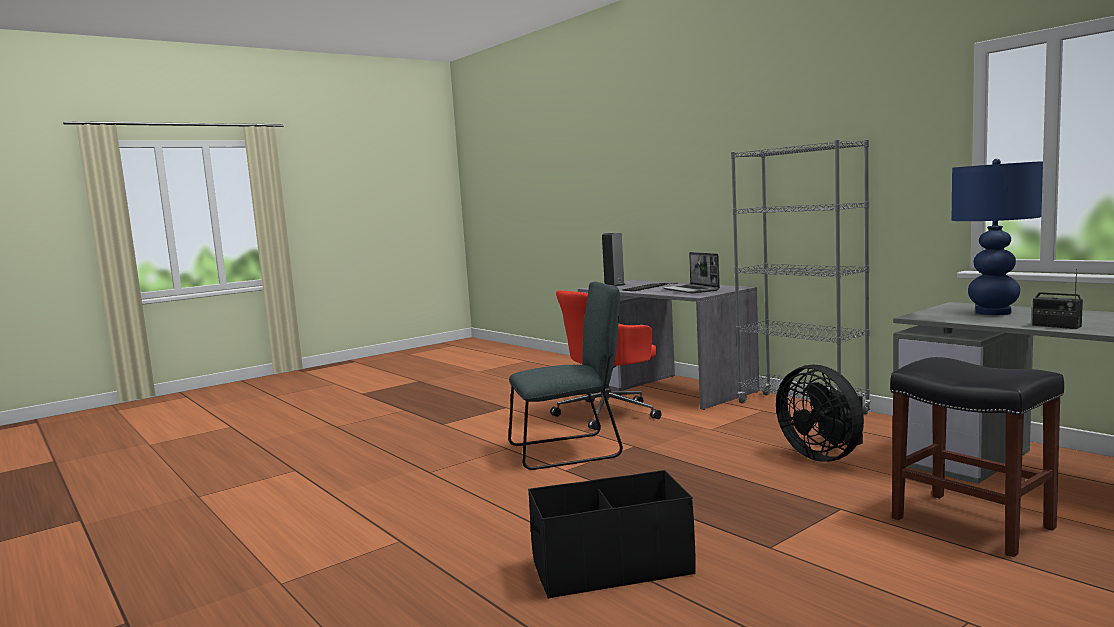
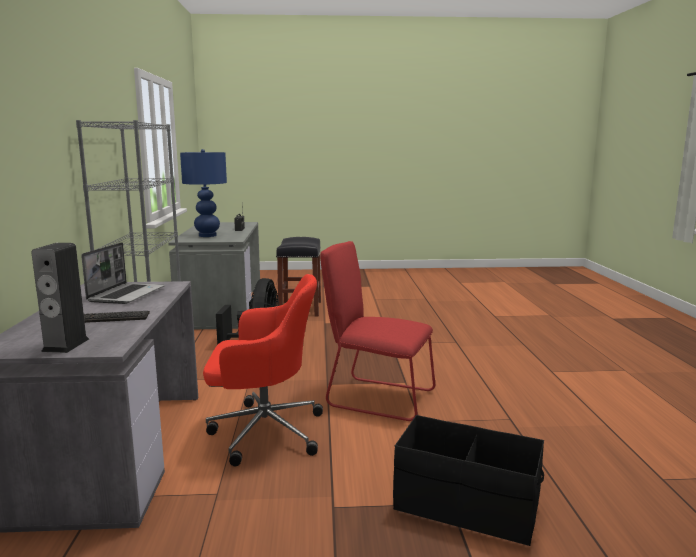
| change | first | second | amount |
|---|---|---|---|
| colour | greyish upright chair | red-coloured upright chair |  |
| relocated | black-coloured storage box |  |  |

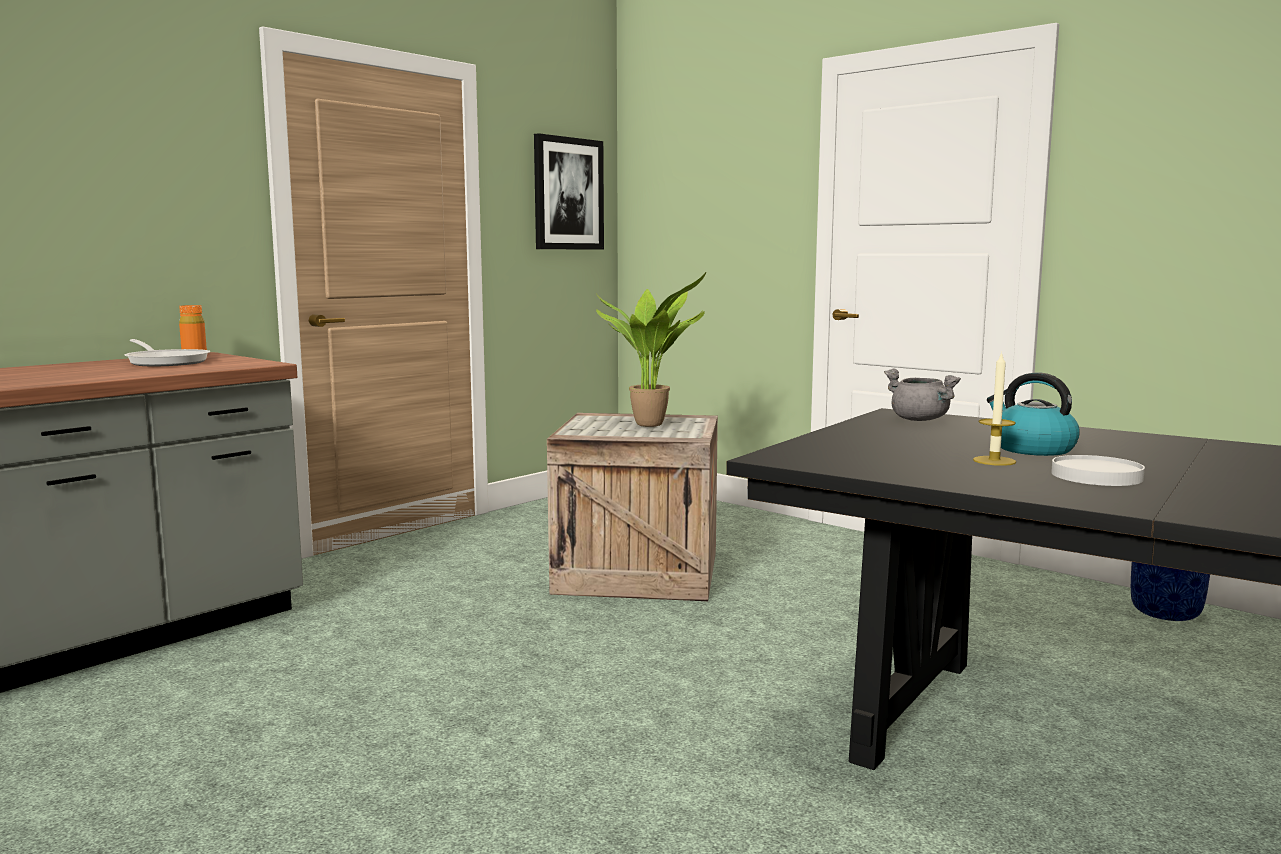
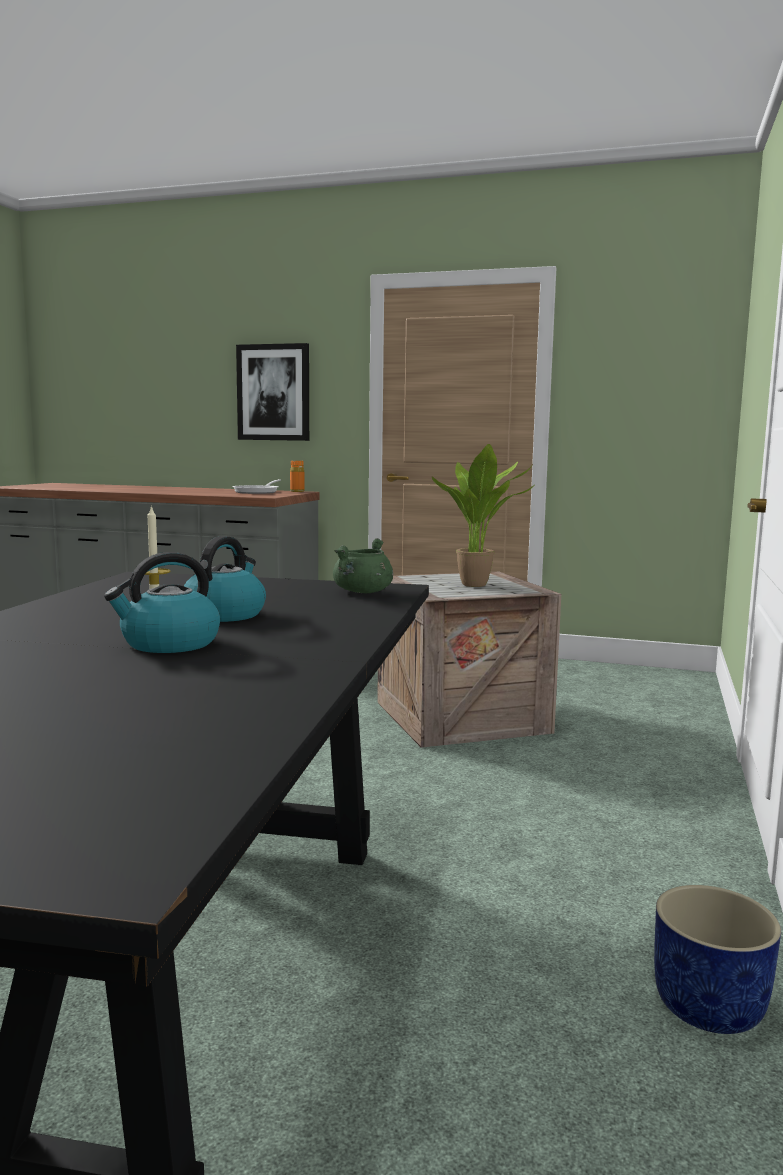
| change | first | second | amount |
|---|---|---|---|
| relocated | picture |  |  |
| colour | greyish cooking pot | greenish cooking pot |  |
| missing | white dinner plate |  |  |
| appeared |  | kettle (no. 1 from left) |  |

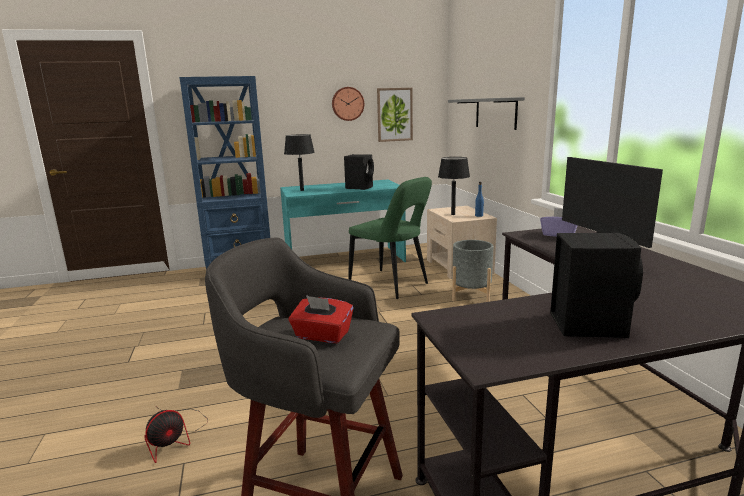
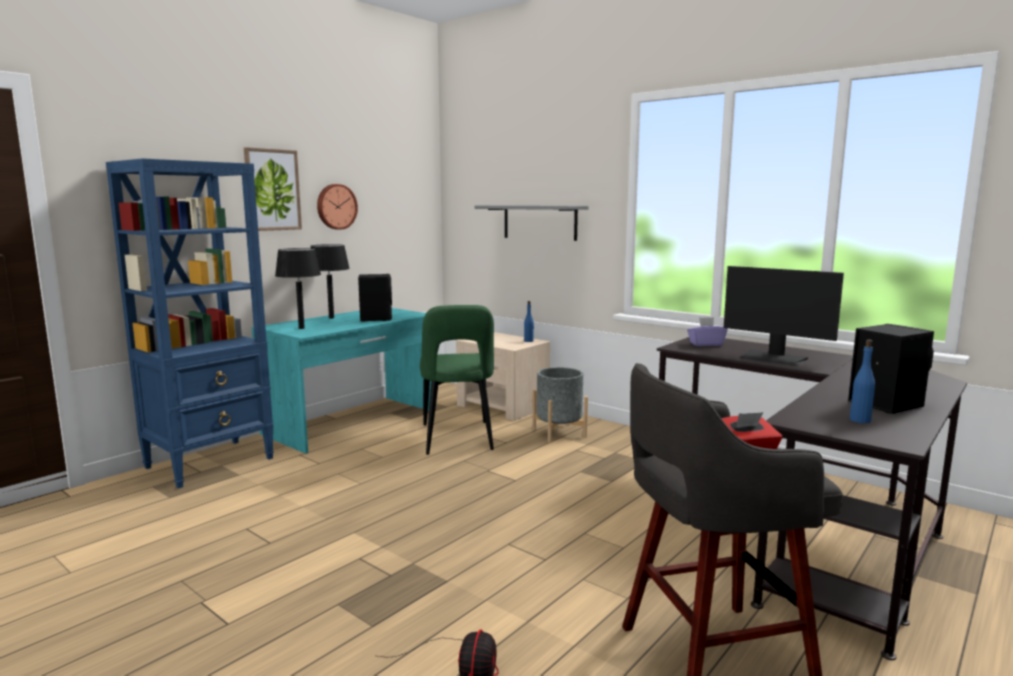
| change | first | second | amount |
|---|---|---|---|
| spun | greenish upright chair |  | 75 degrees clockwise |
| relocated | picture |  |  |
| relocated | black-coloured lamp for a table (no. 2 from left) |  |  |
| appeared |  | blue drink bottle (no. 2 from left) |  |

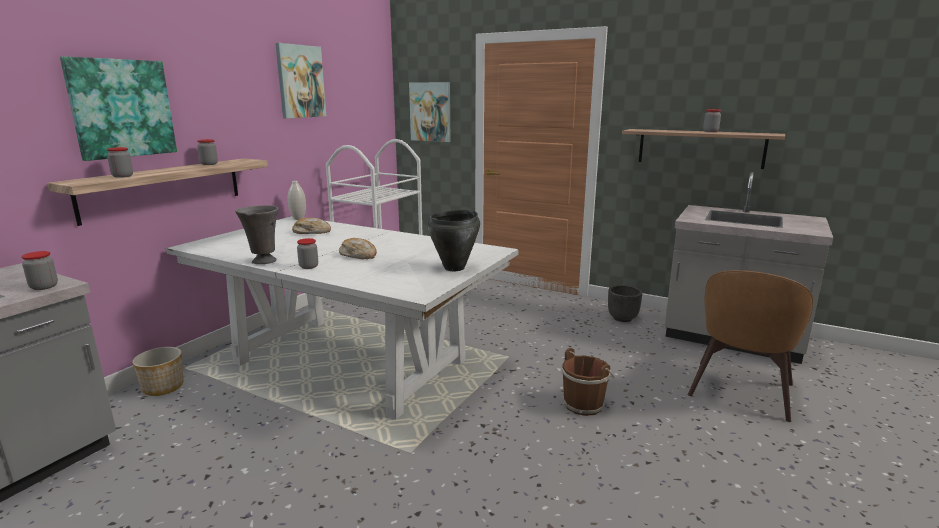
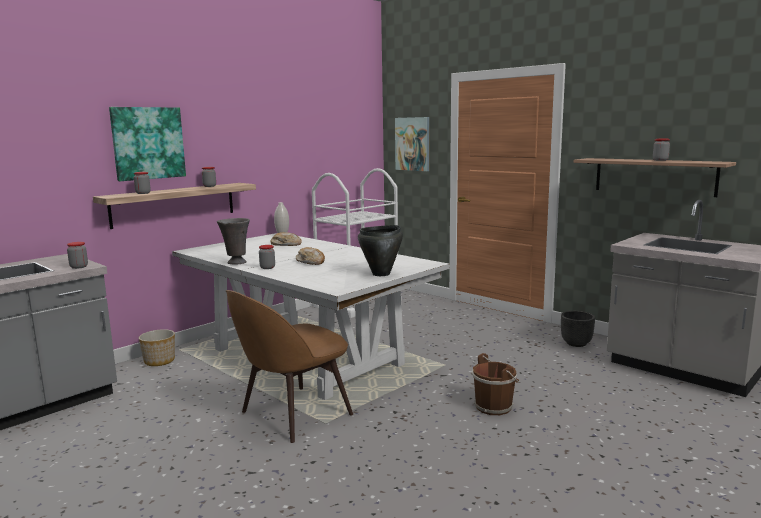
| change | first | second | amount |
|---|---|---|---|
| missing | picture (no. 2 from left) |  |  |
| relocated | brown-coloured upright chair |  |  |

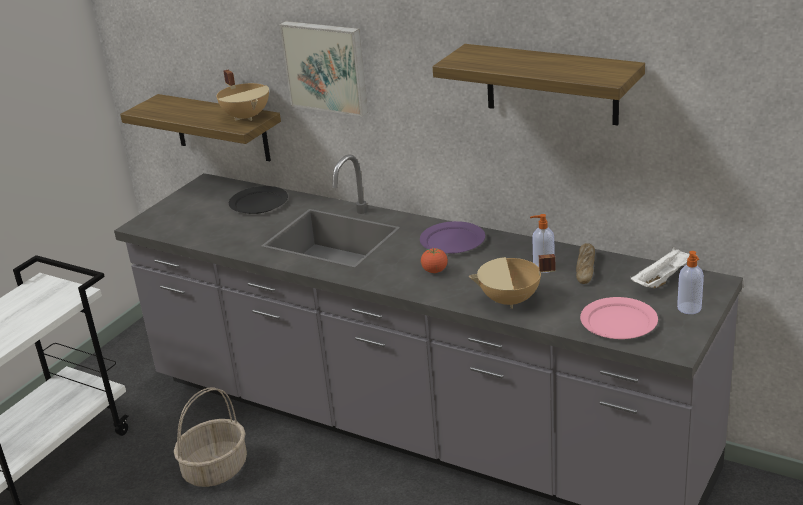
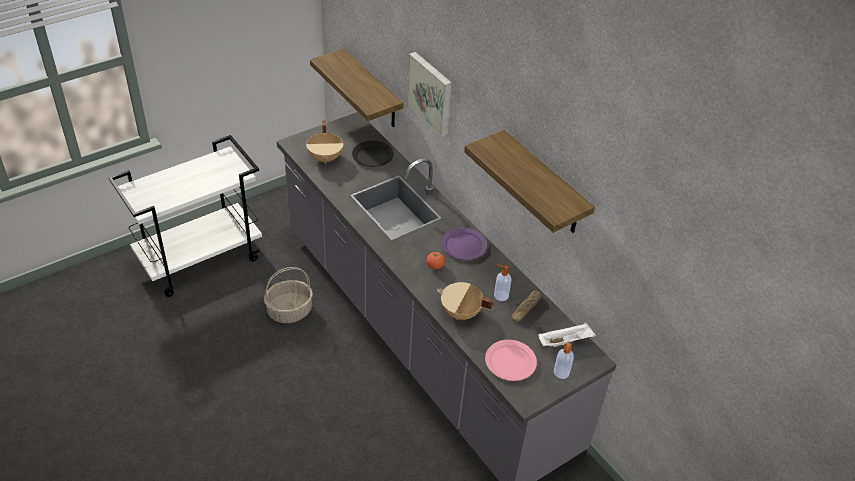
| change | first | second | amount |
|---|---|---|---|
| relocated | beige cooking pot (no. 1 from left) |  |  |

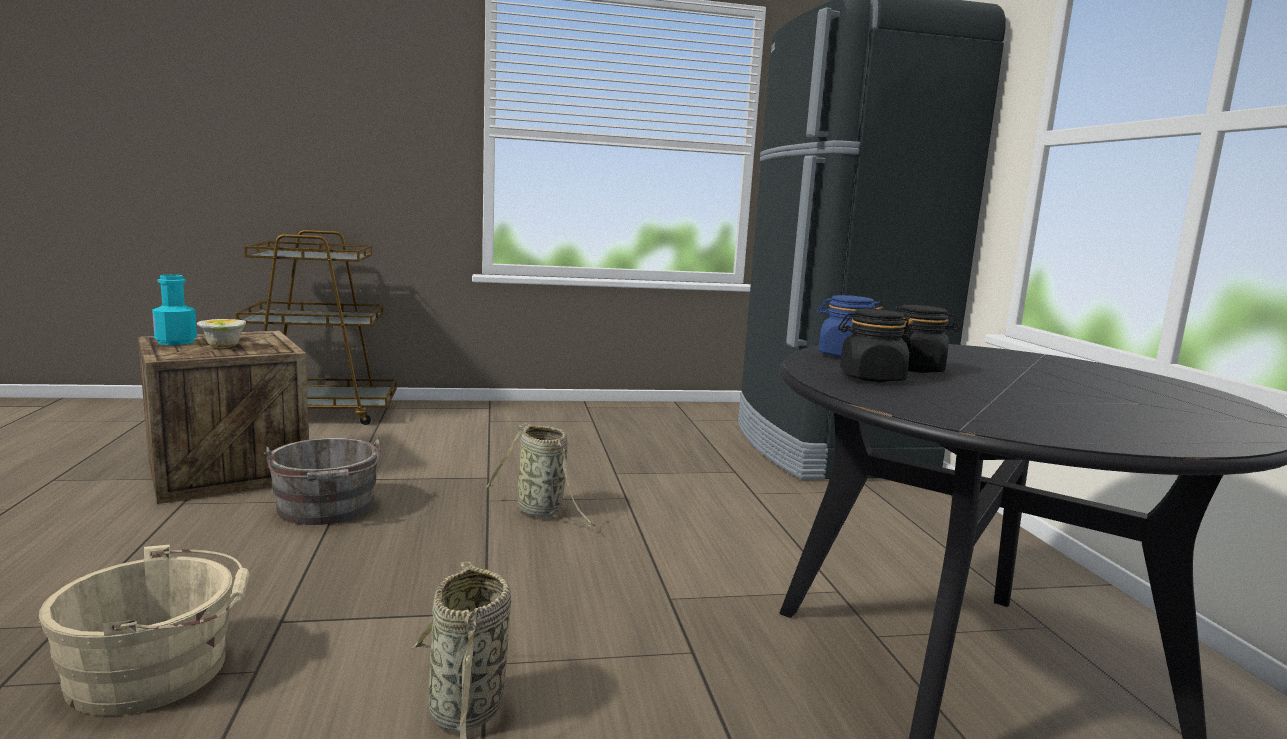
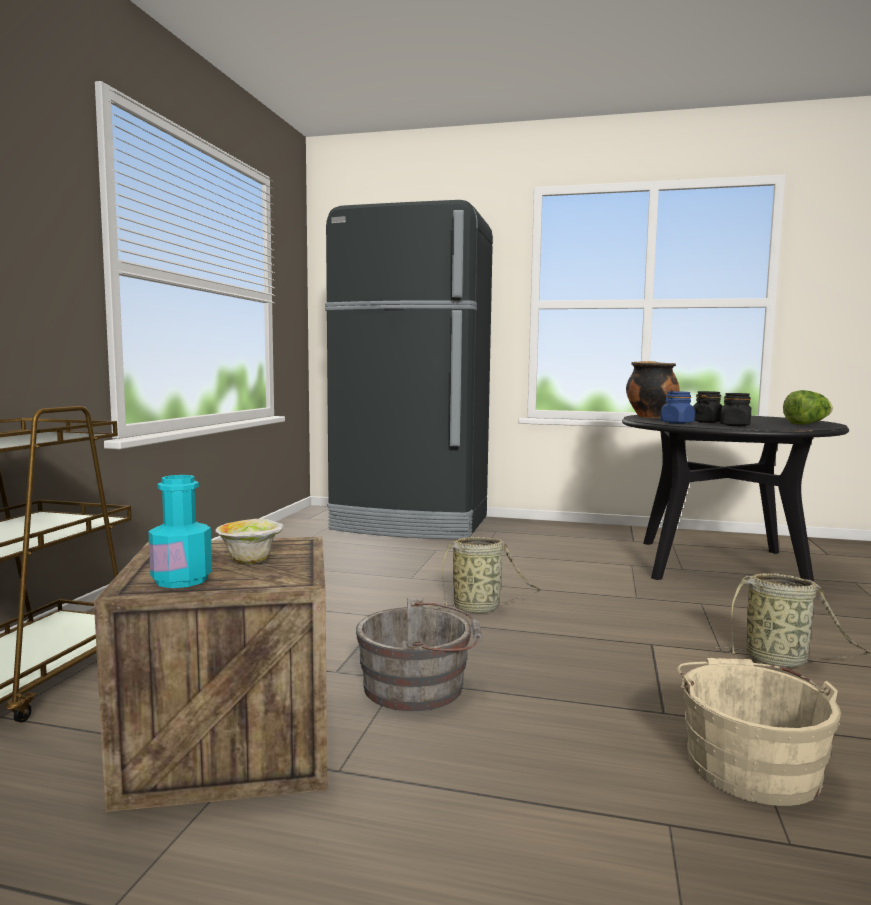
| change | first | second | amount |
|---|---|---|---|
| appeared |  | cooking pot |  |
| appeared |  | lettuce head |  |

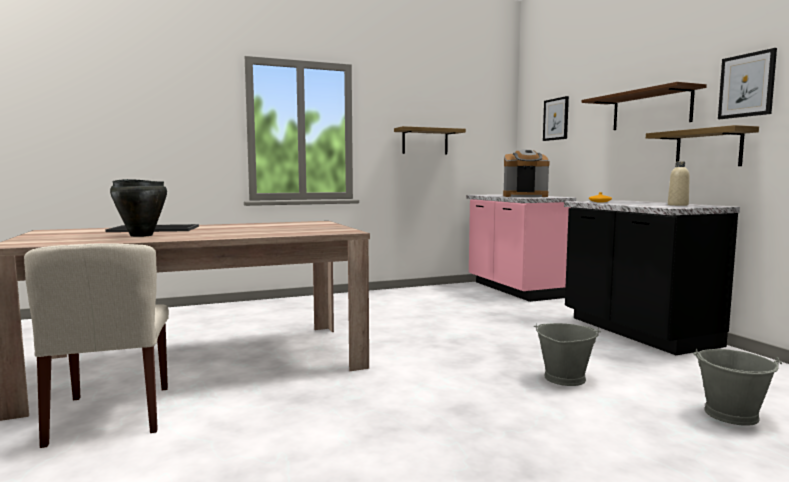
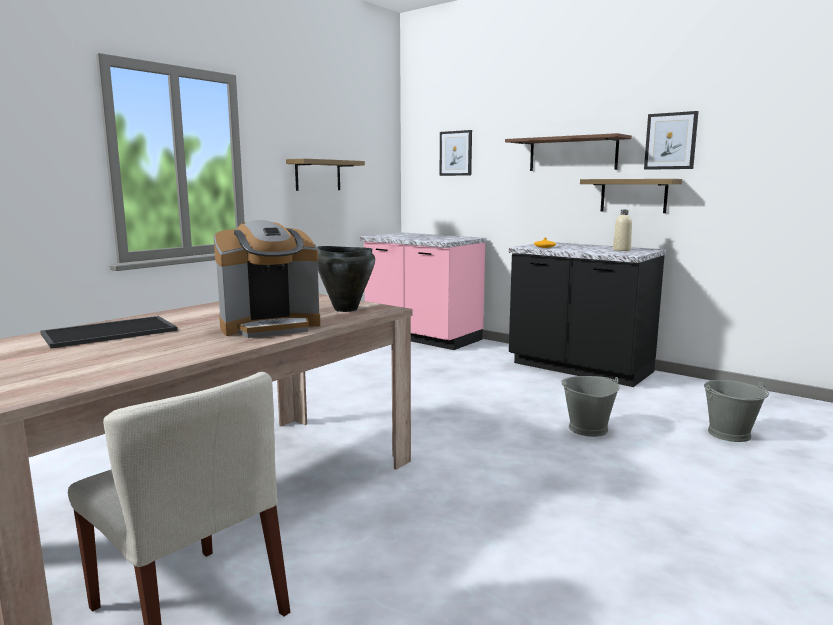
| change | first | second | amount |
|---|---|---|---|
| relocated | black-coloured cooking pot |  |  |
| relocated | coffee brewer |  |  |

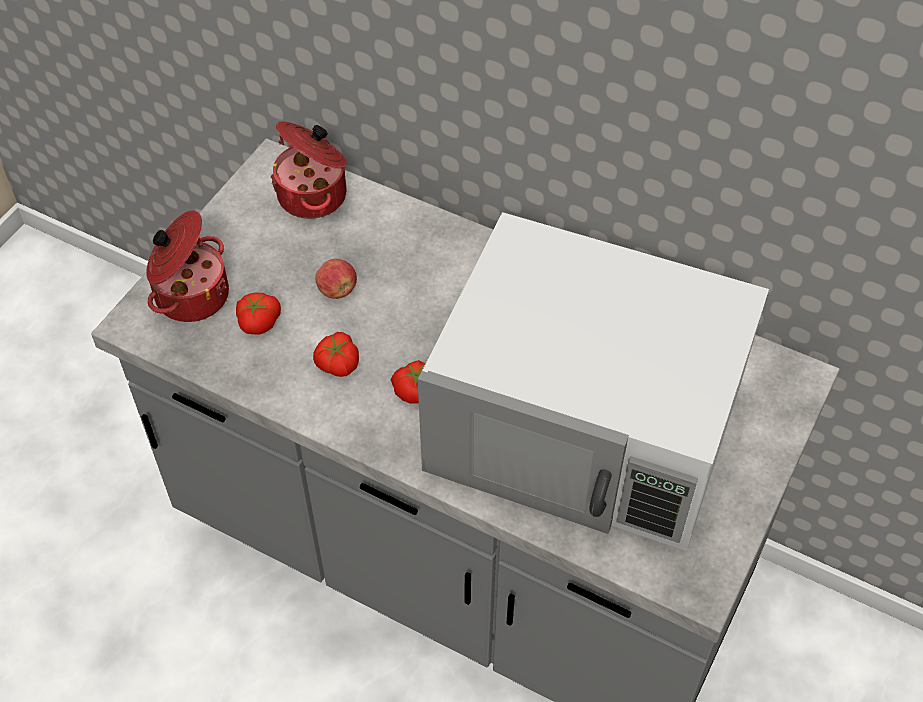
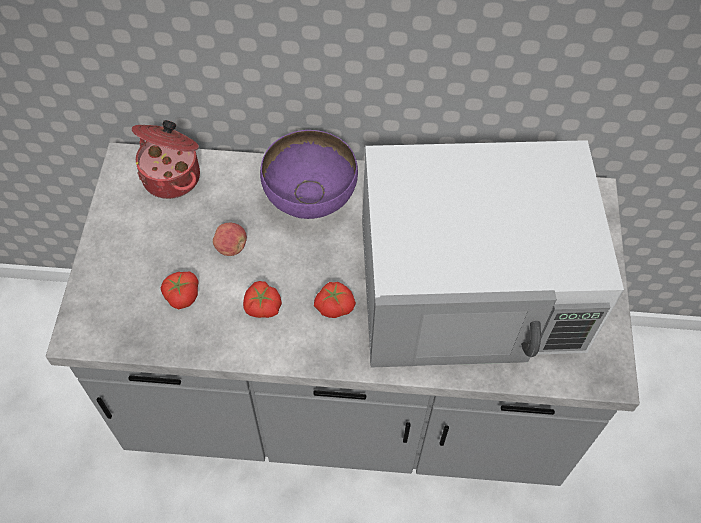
| change | first | second | amount |
|---|---|---|---|
| missing | cooking pot (no. 1 from left) |  |  |
| appeared |  | purplish serving bowl |  |

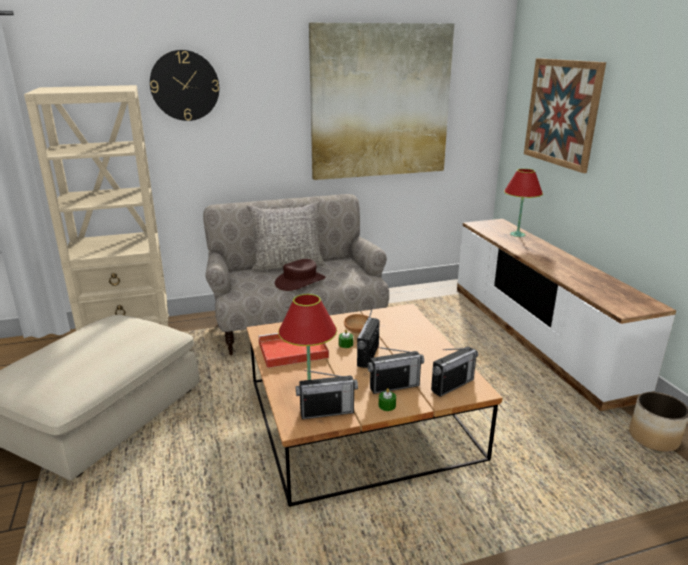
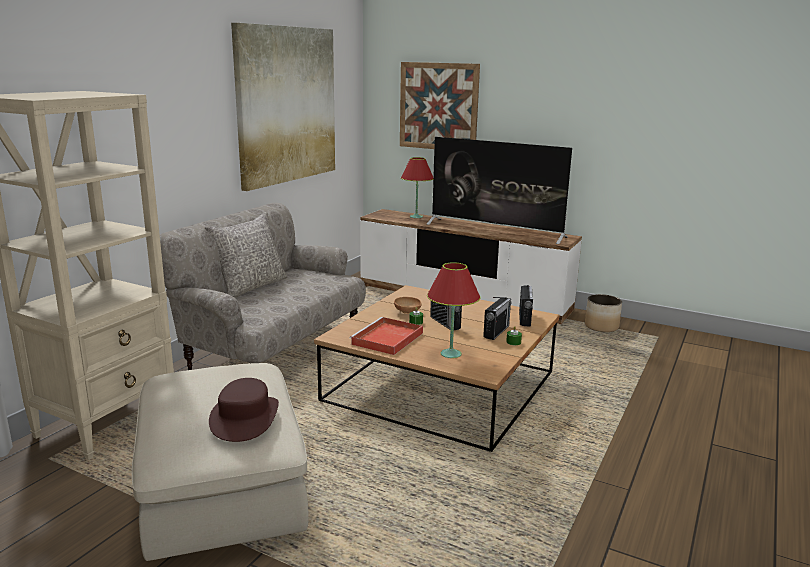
| change | first | second | amount |
|---|---|---|---|
| missing | wall clock |  |  |
| relocated | brown-coloured clothing hat |  |  |
| missing | radio (no. 1 from left) |  |  |
| appeared |  | television |  |

